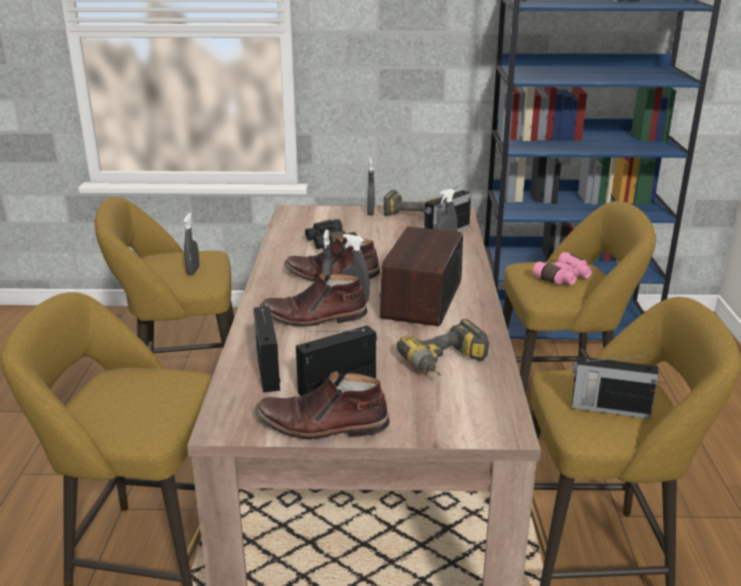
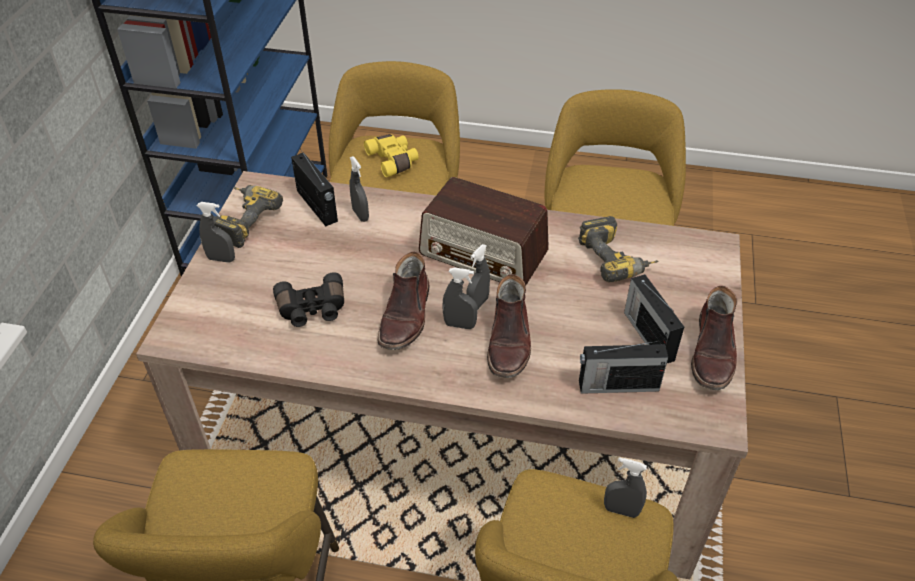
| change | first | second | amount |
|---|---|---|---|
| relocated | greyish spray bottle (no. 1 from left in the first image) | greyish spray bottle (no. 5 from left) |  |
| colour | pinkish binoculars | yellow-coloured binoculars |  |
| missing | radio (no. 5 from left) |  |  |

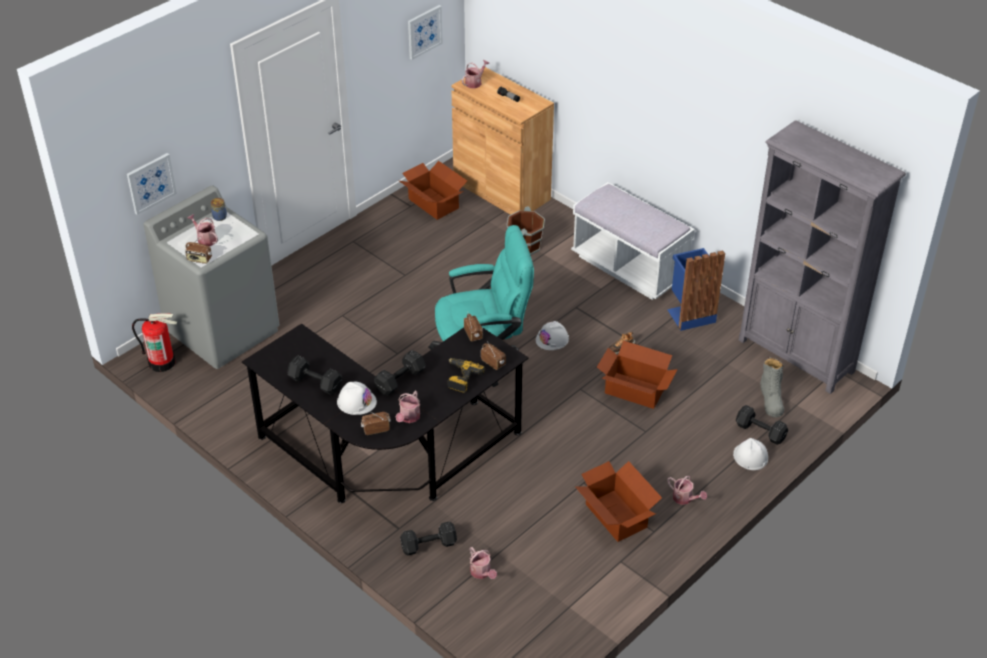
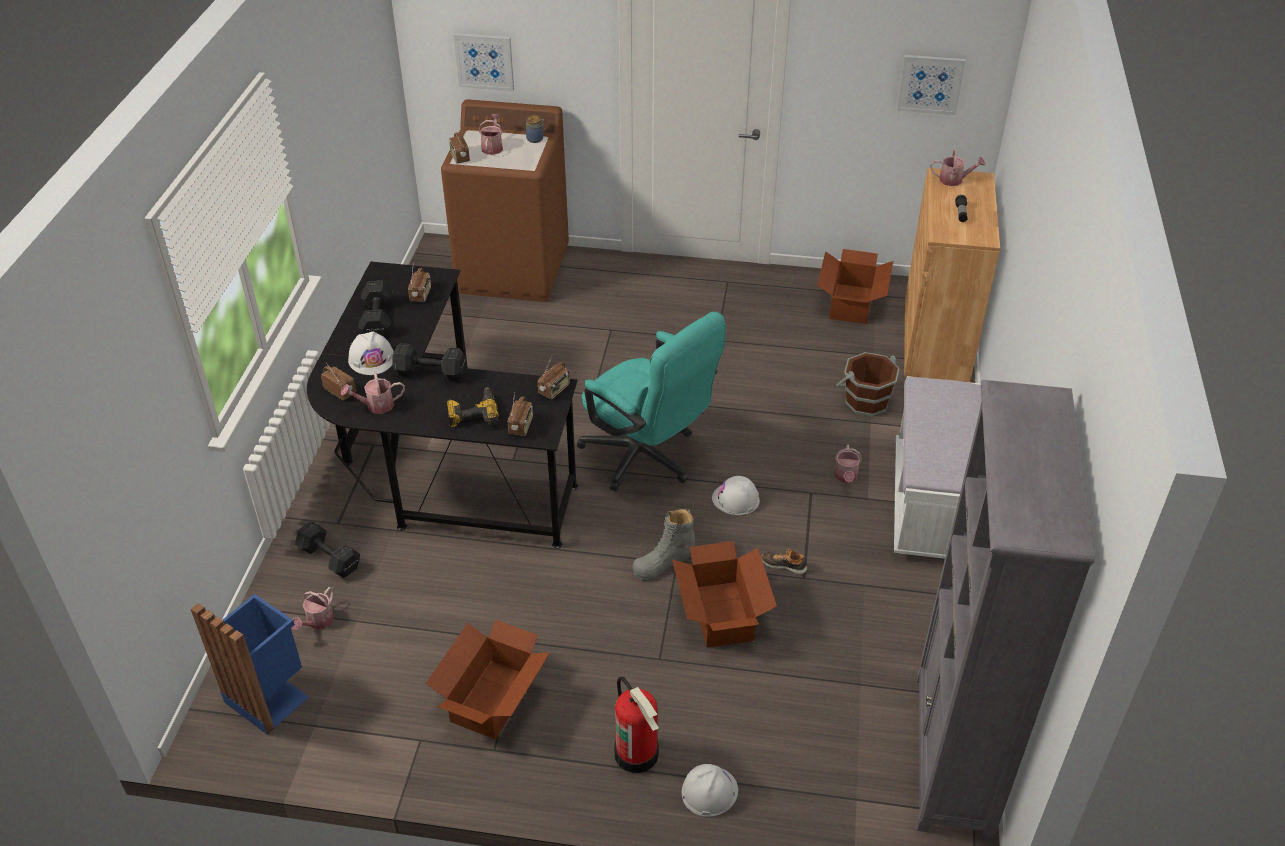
| change | first | second | amount |
|---|---|---|---|
| relocated | fire-fighting cylinder |  |  |
| colour | greyish laundry machine | brown-coloured laundry machine |  |
| relocated | blue trash can |  |  |
| relocated | sprinkling can (no. 5 from left in the first image) | sprinkling can (no. 4 from left) |  |
| missing | black-coloured free weight (no. 4 from left) |  |  |
| relocated | greyish tall boot |  |  |
| appeared |  | radio (no. 2 from left) |  |

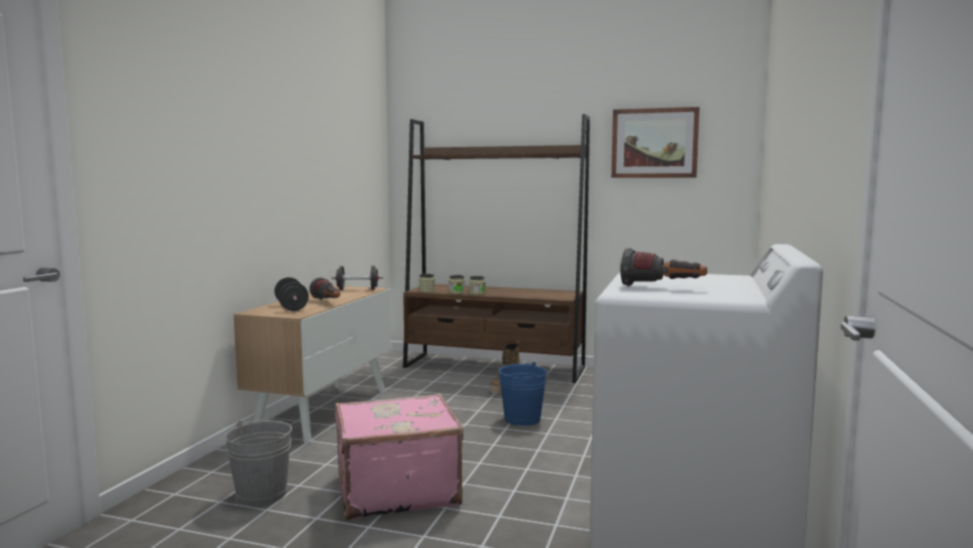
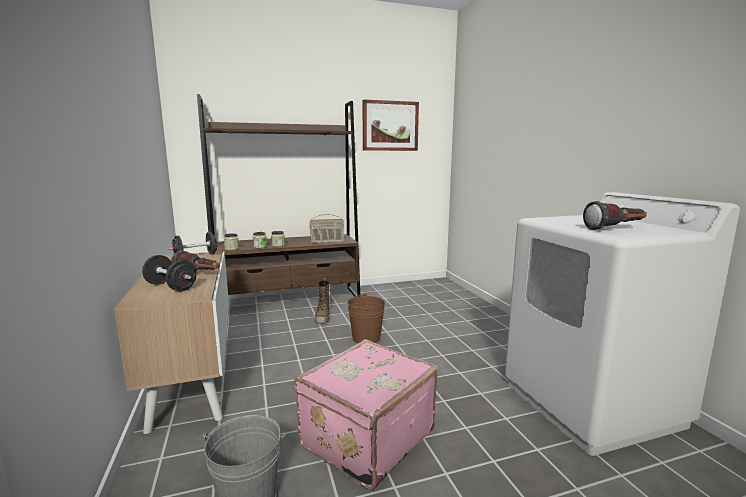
| change | first | second | amount |
|---|---|---|---|
| colour | blue bucket | brown-coloured bucket |  |
| appeared |  | radio |  |

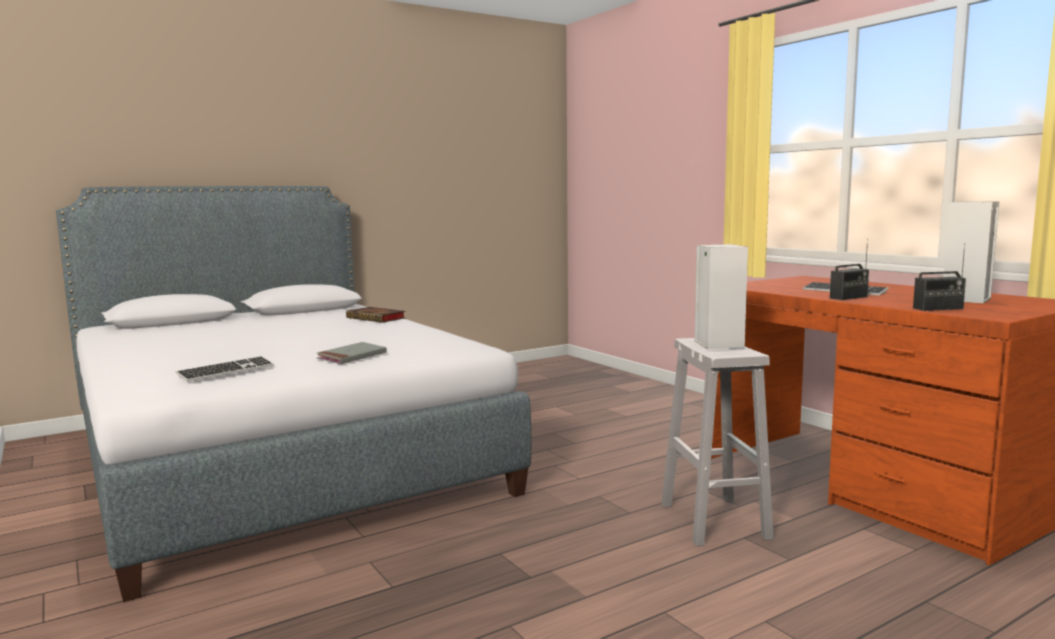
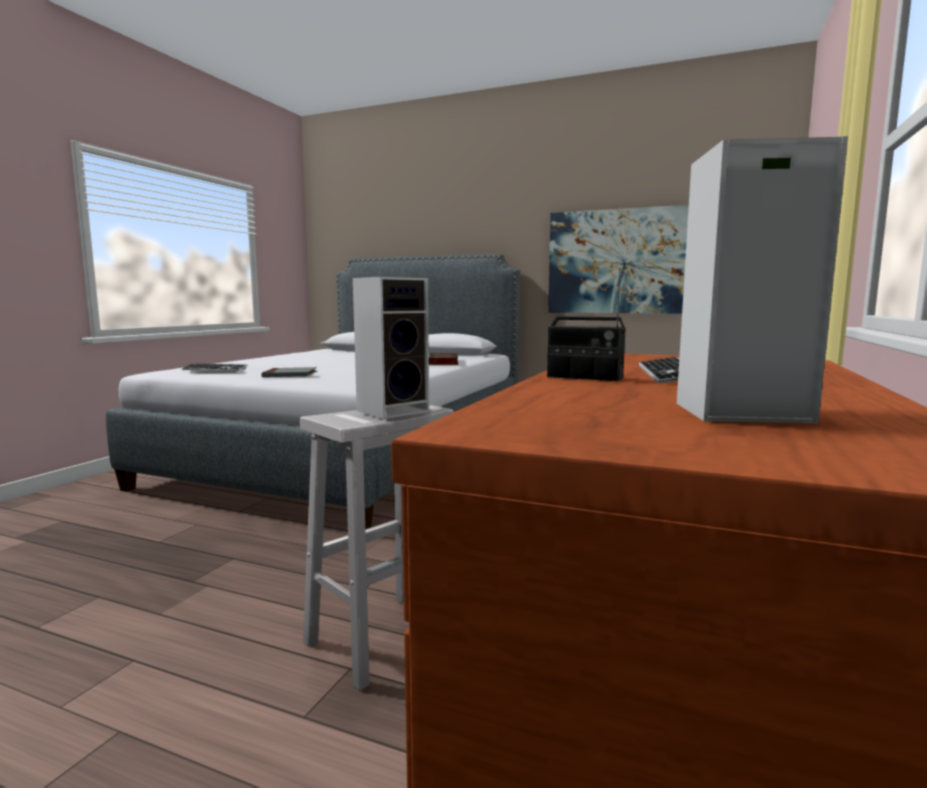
| change | first | second | amount |
|---|---|---|---|
| missing | radio (no. 2 from left) |  |  |
| appeared |  | picture |  |

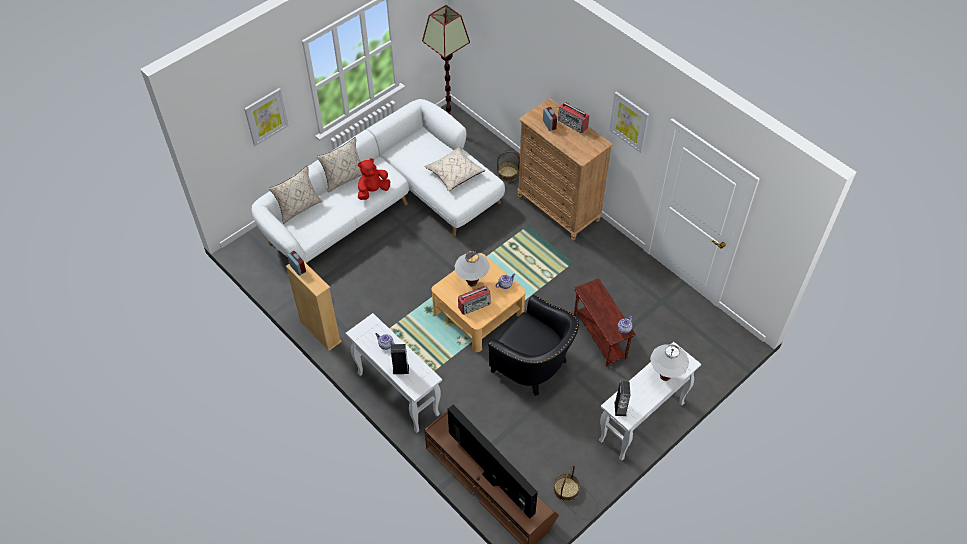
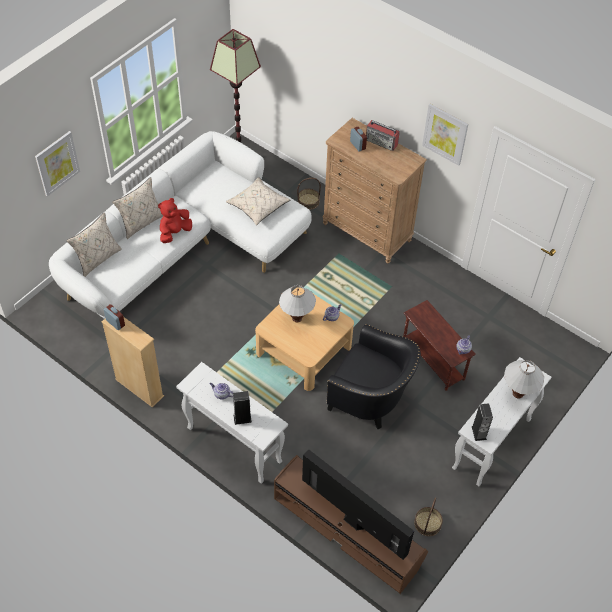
| change | first | second | amount |
|---|---|---|---|
| missing | radio (no. 1 from left) |  |  |

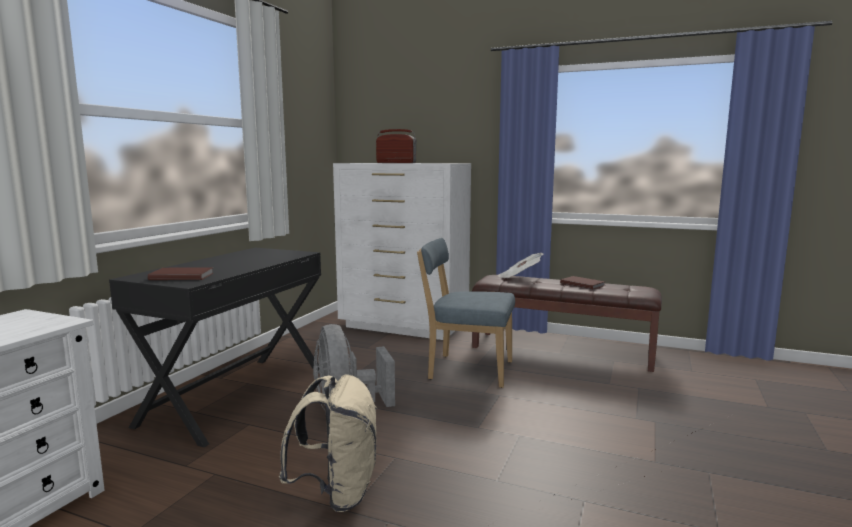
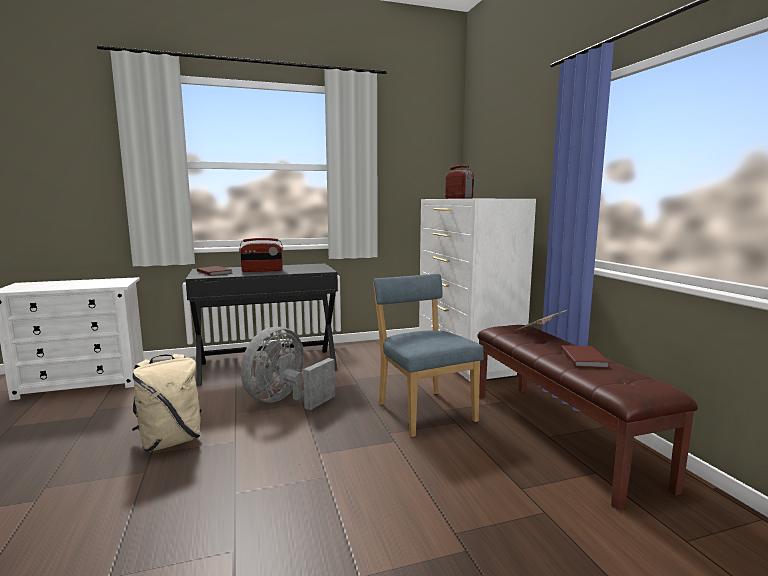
| change | first | second | amount |
|---|---|---|---|
| appeared |  | radio (no. 1 from left) |  |

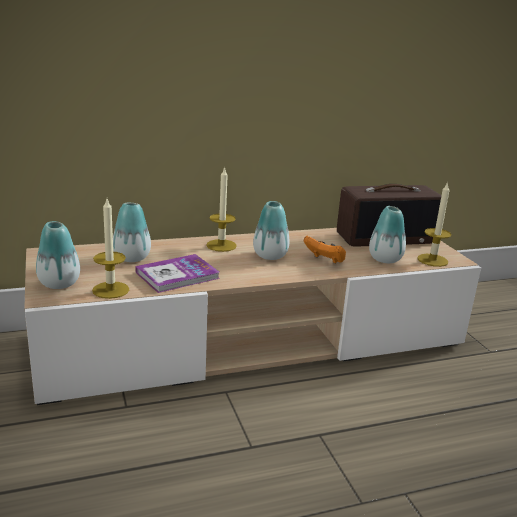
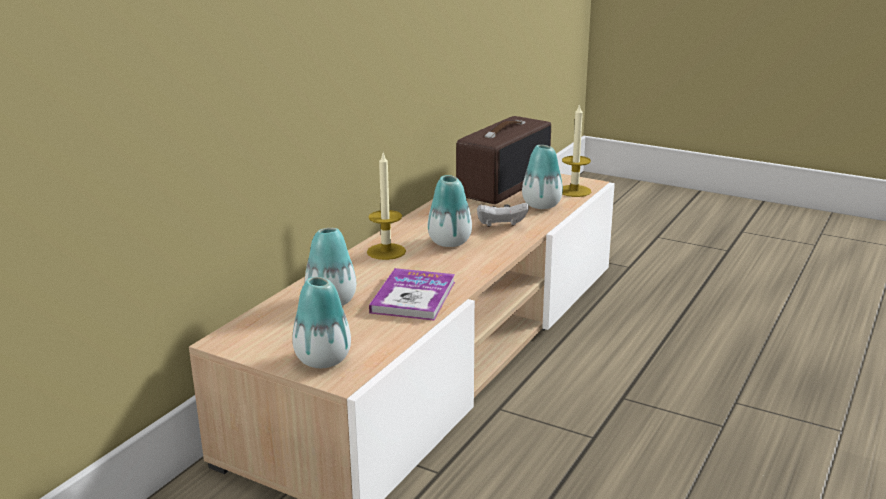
| change | first | second | amount |
|---|---|---|---|
| missing | wax candle (no. 1 from left) |  |  |
| colour | orange-coloured gamepad | white gamepad |  |

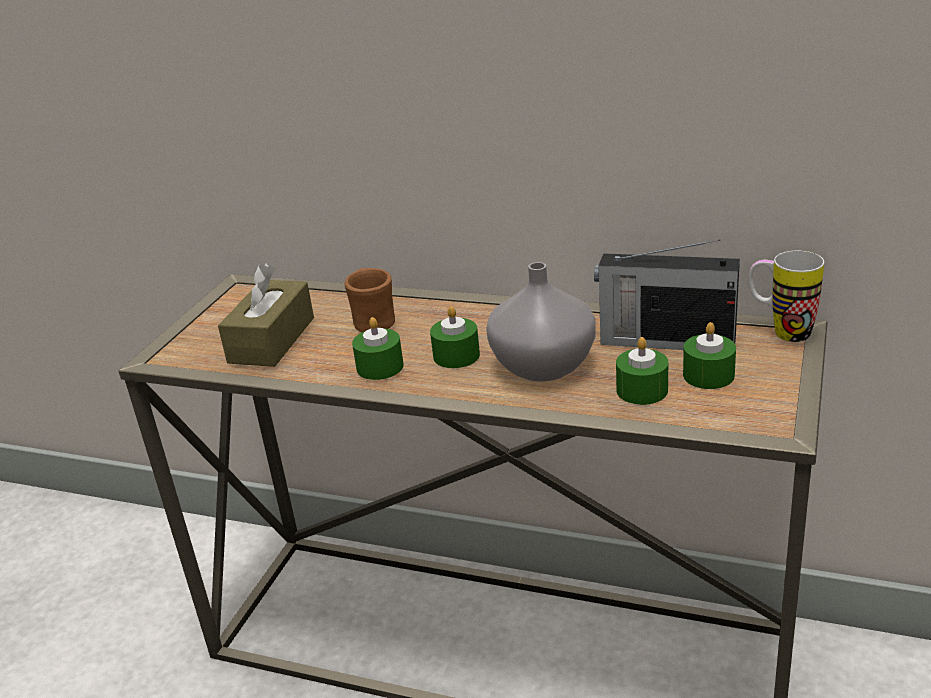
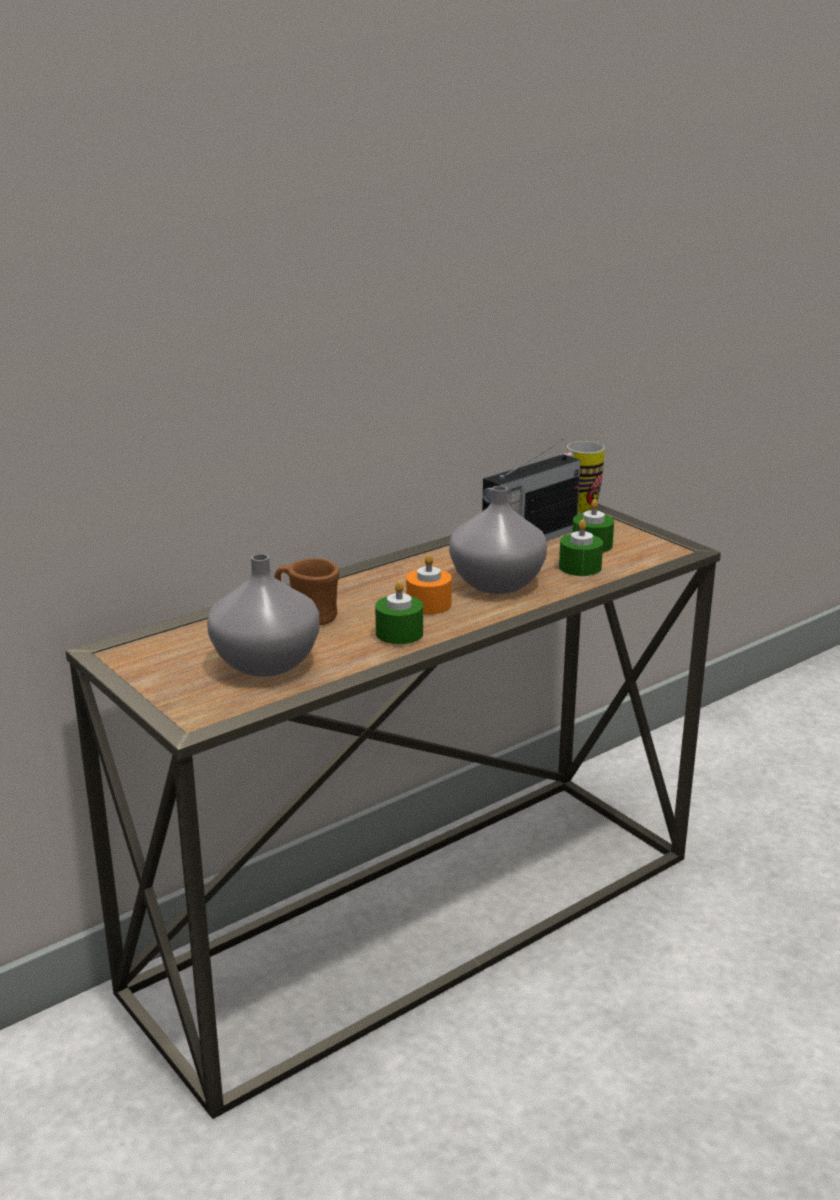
| change | first | second | amount |
|---|---|---|---|
| exchanged | brown-coloured tissue box | greyish decorative vase (no. 1 from left) |  |
| colour | greenish wax candle (no. 2 from left) | orange-coloured wax candle |  |

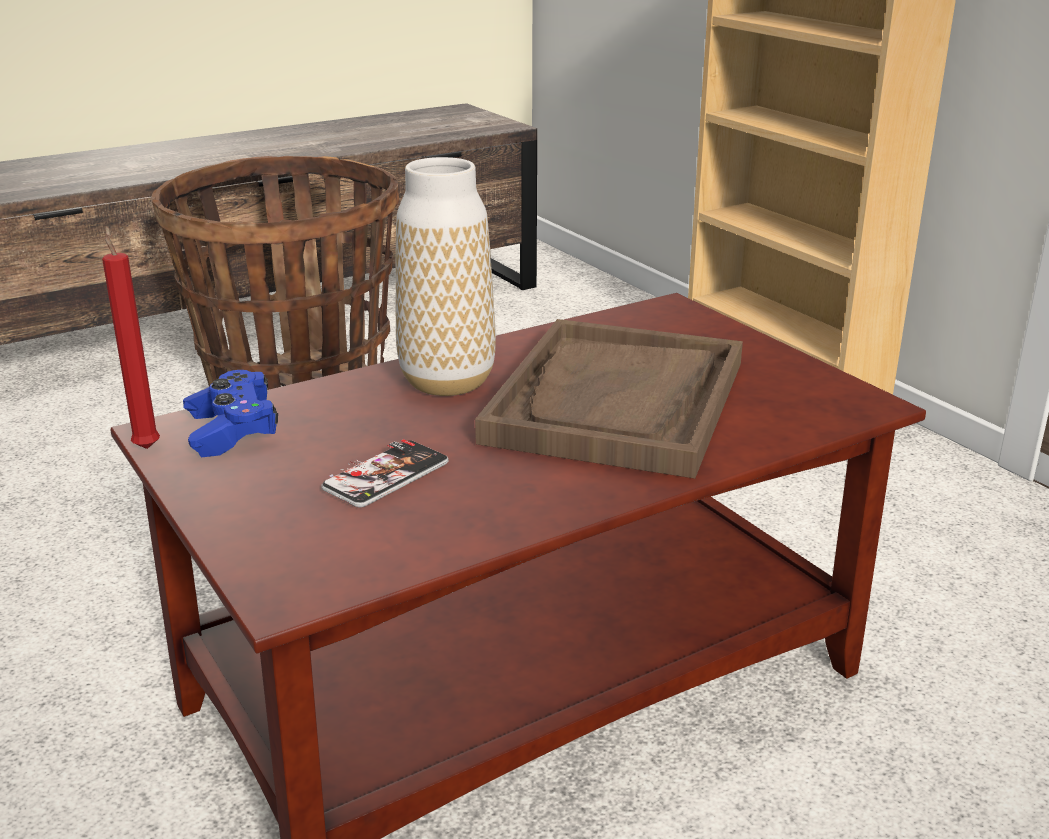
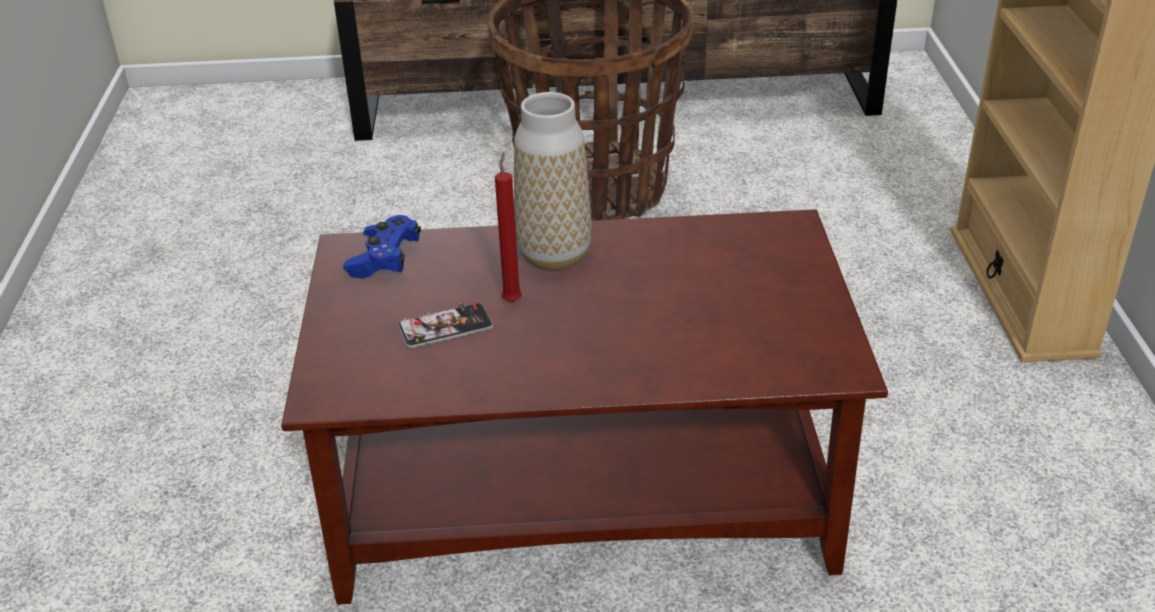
| change | first | second | amount |
|---|---|---|---|
| relocated | red-coloured wax candle |  |  |
| missing | brown-coloured serving tray |  |  |

